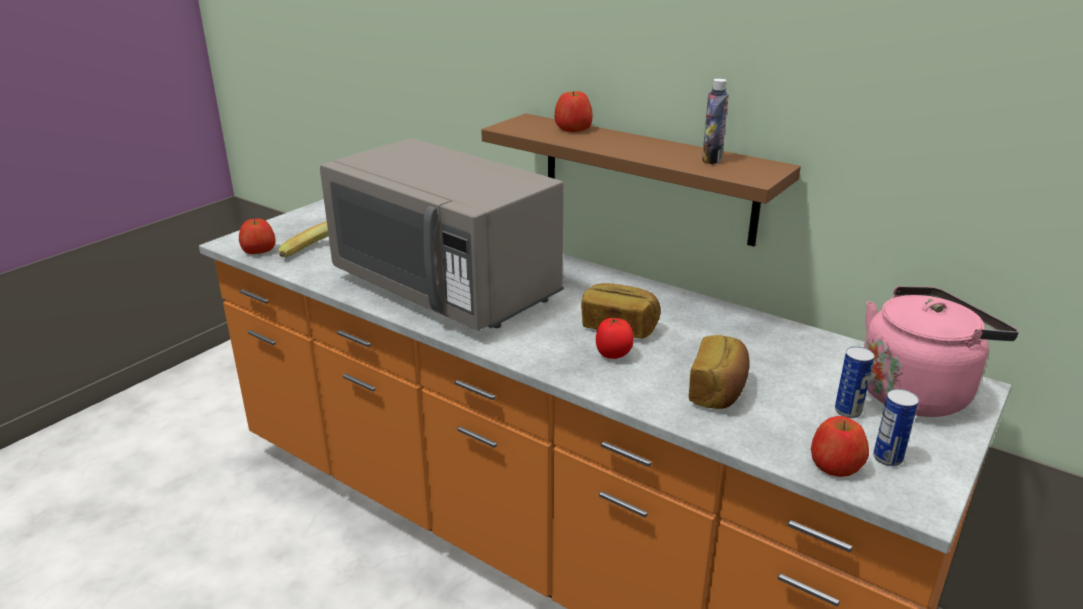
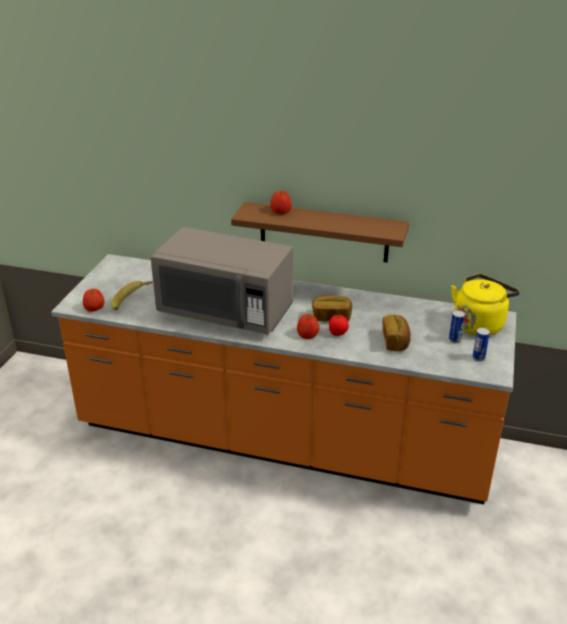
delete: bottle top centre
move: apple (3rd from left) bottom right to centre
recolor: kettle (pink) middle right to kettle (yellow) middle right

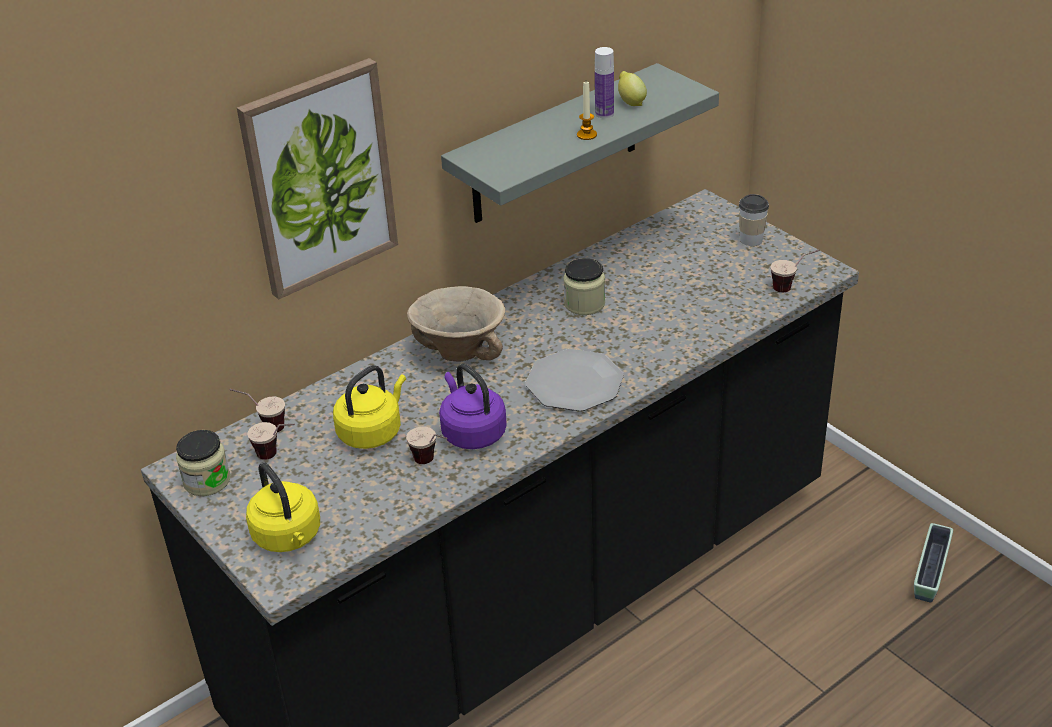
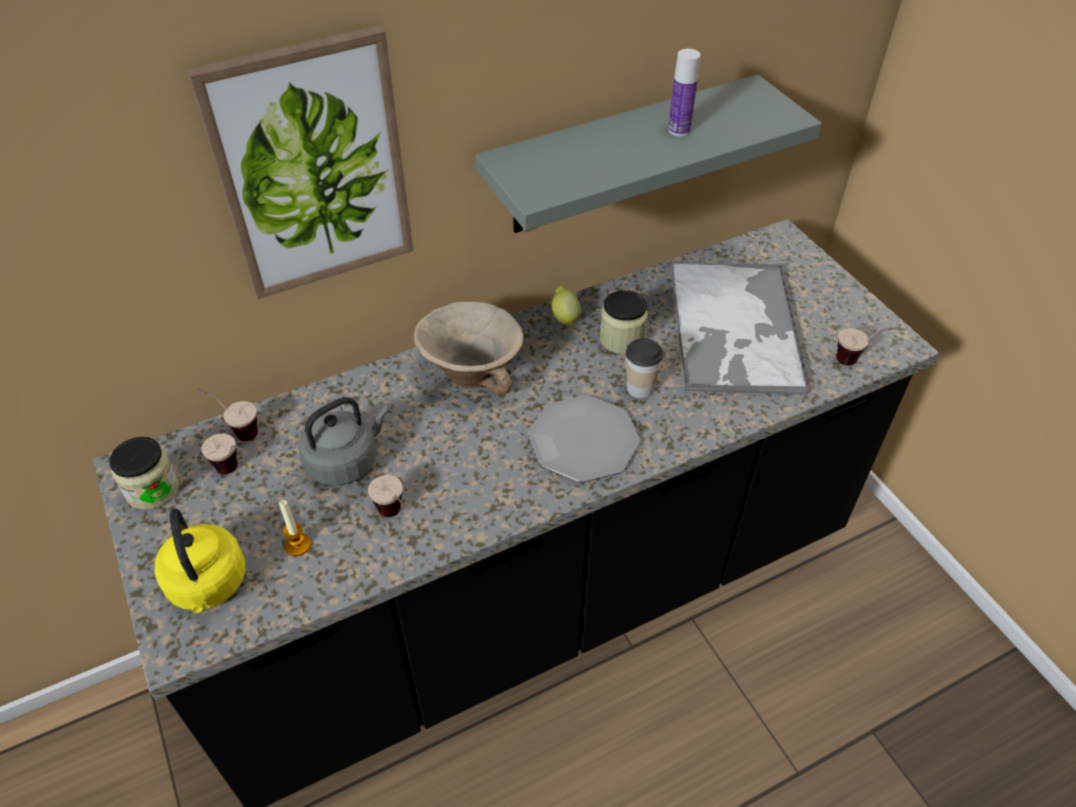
delete: kettle (purple) centre; planter bottom right
insert: tray middle right
move: candle top centre to middle left; lemon top centre to centre; cup (4th from left) top right to centre
recolor: kettle (yellow) (2nd from left) centre to kettle (grey) middle left

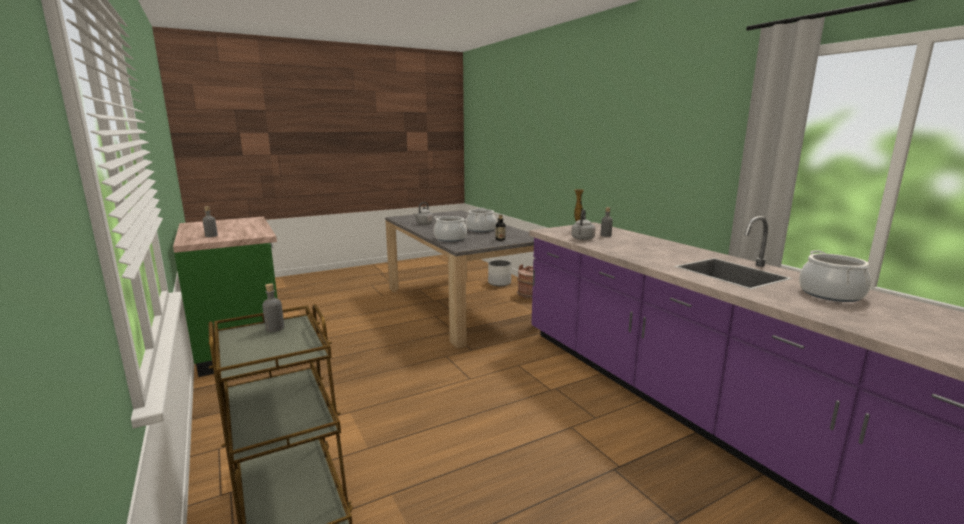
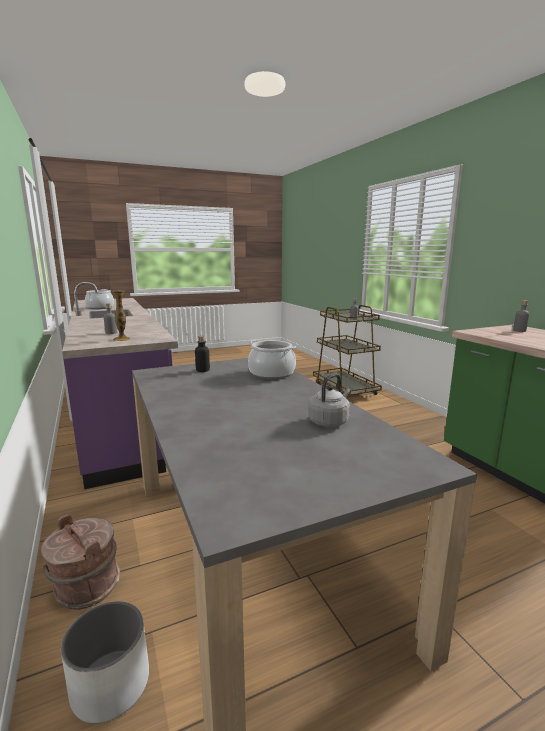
delete: cooking pot (2nd from left) centre; kettle (grey) (2nd from left) centre

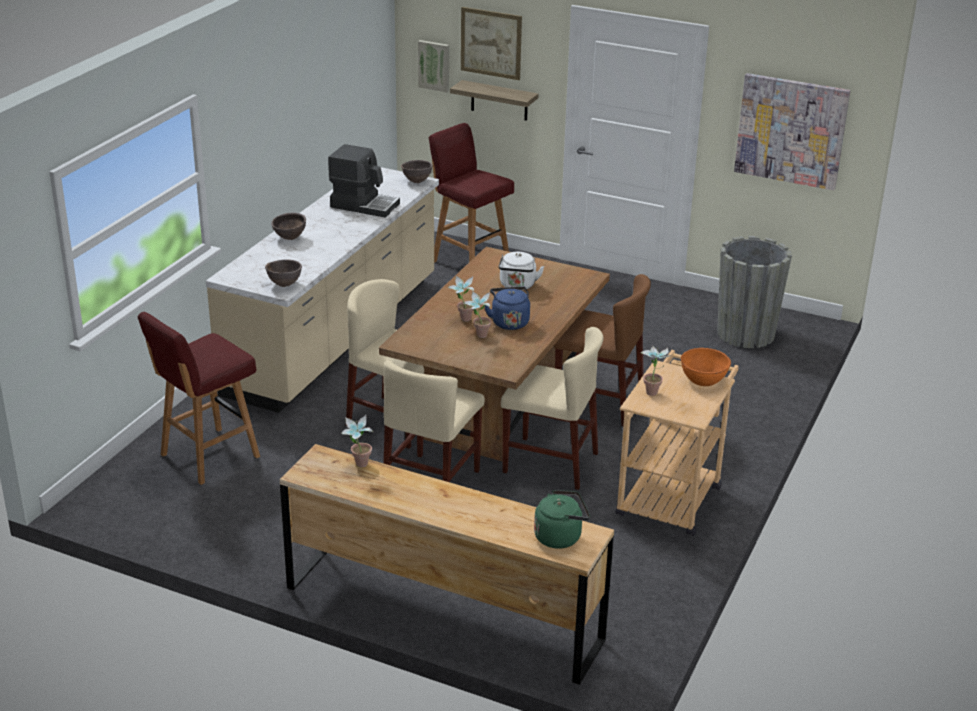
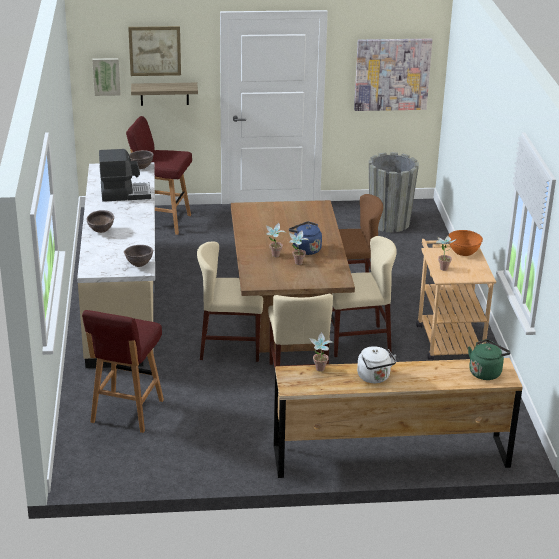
move: kettle (white) centre to middle right

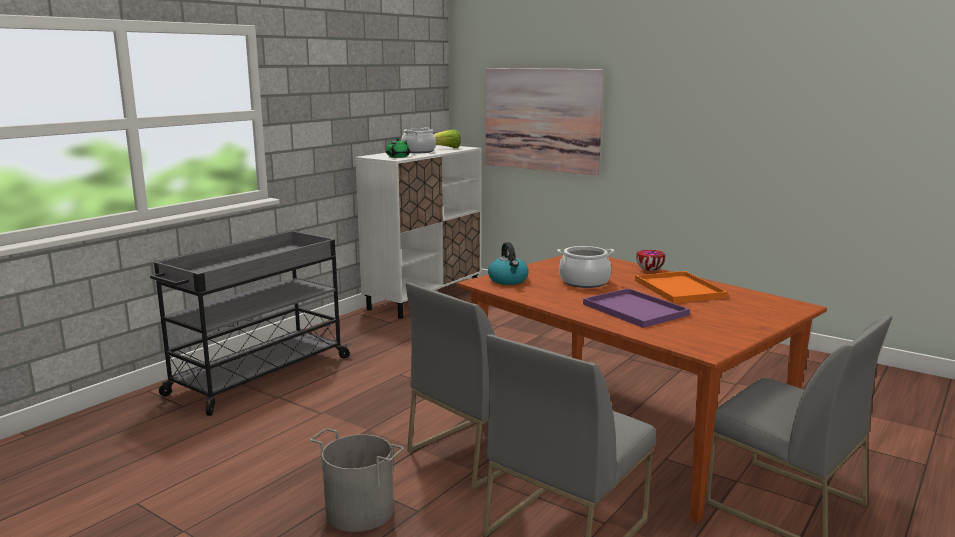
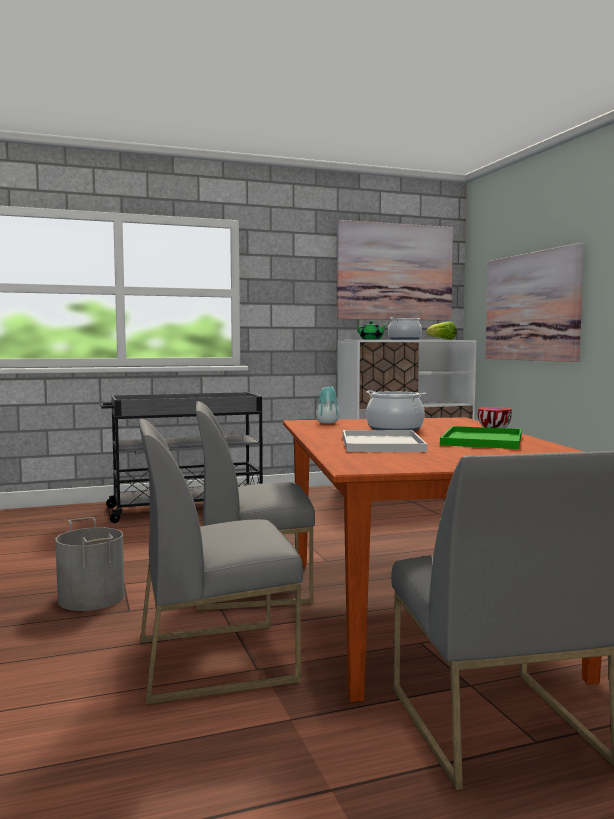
insert: picture (1st from left) top centre
replace: kettle centre to vase centre
recolor: tray (purple) centre to tray (white) centre; tray (orange) middle right to tray (green) middle right

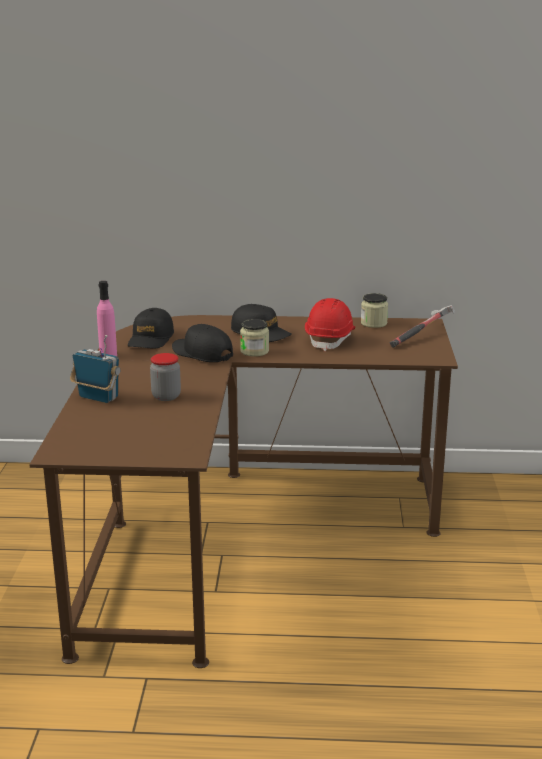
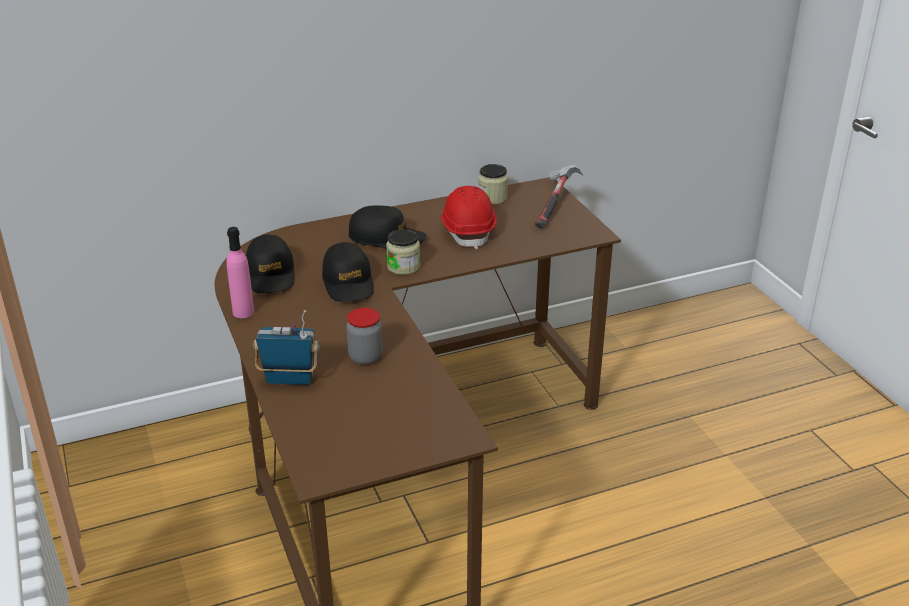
rotate: cap (black) (2nd from left) centre = centre 120 degrees counterclockwise

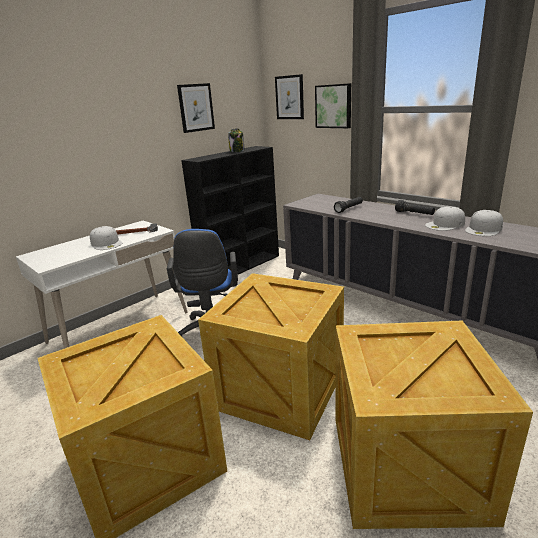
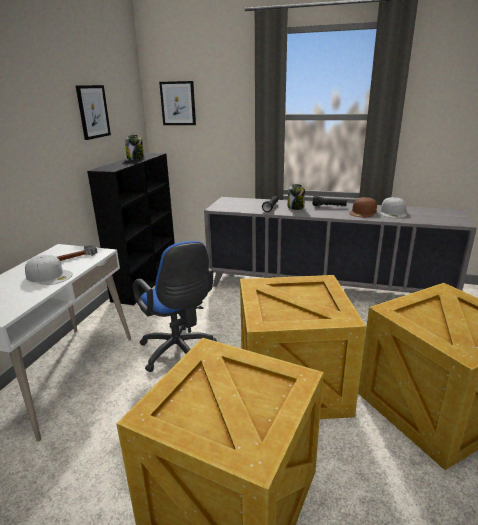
delete: picture (3rd from left) top centre
insert: jar (2nd from left) centre
recolor: cap (white) (2nd from left) middle right to cap (brown) middle right

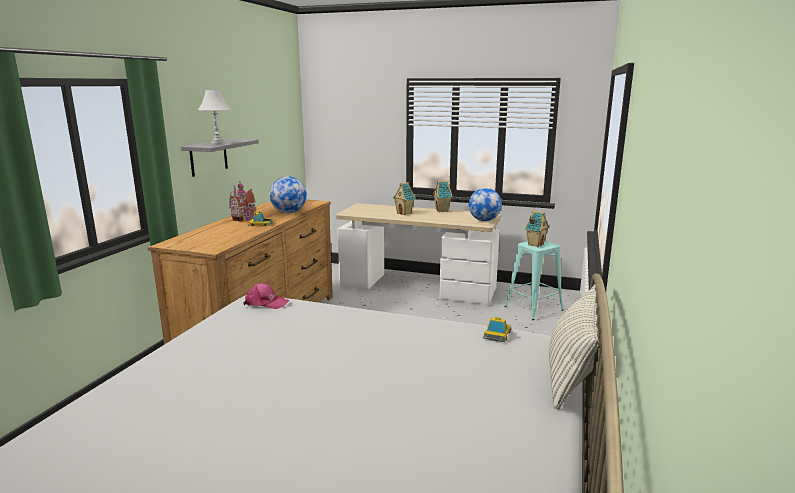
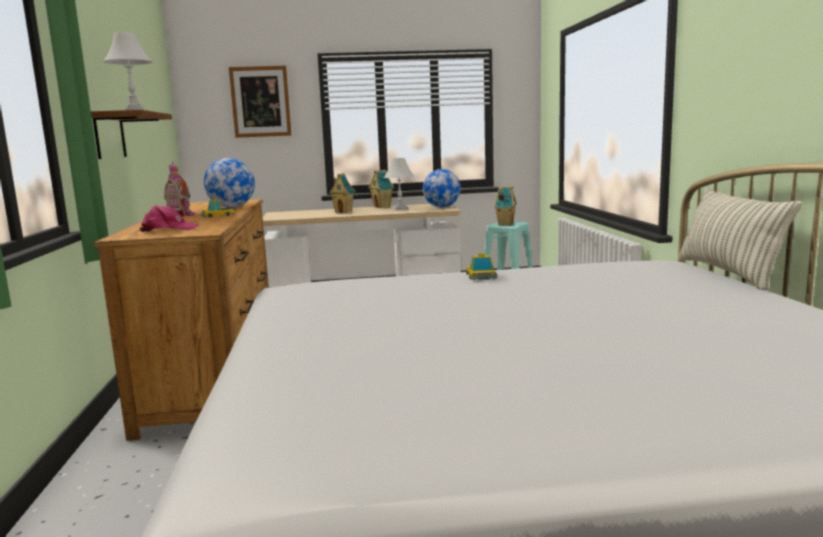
insert: picture top left; table lamp (white) (2nd from left) centre
move: cap (pink) centre to middle left; toy car (2nd from left) bottom centre to centre
recolor: shelf (grey) top left to shelf (brown) top left

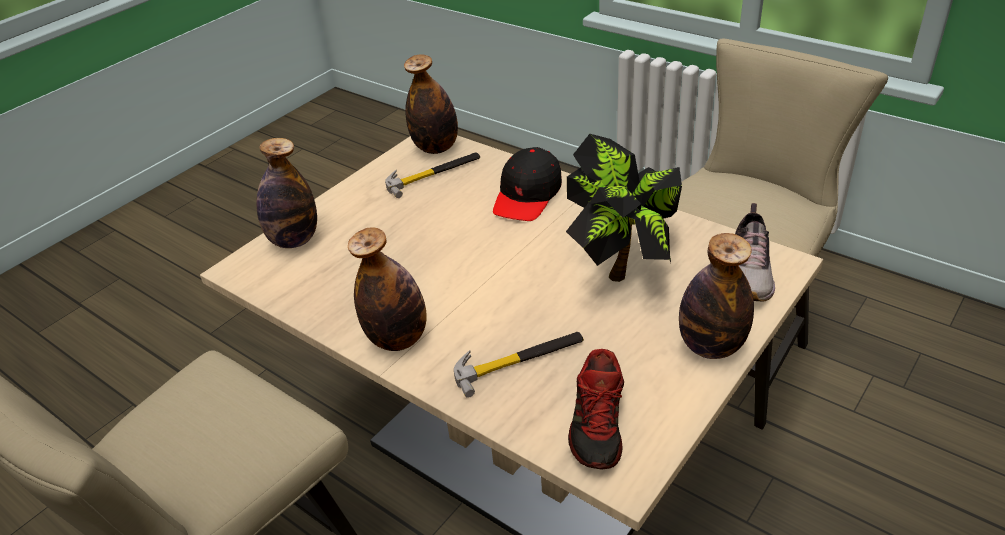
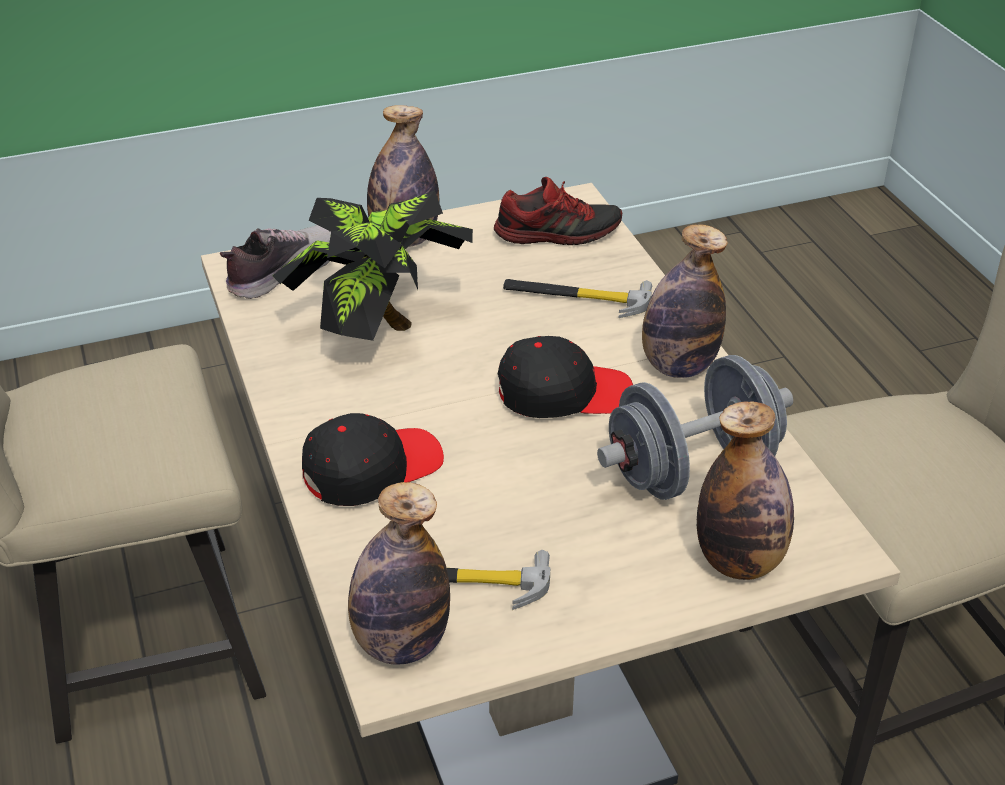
insert: cap (black) (2nd from left) centre; dumbbell (grey) middle right
rotate: shoe (1st from left in the first image) bottom centre = top centre 45 degrees clockwise

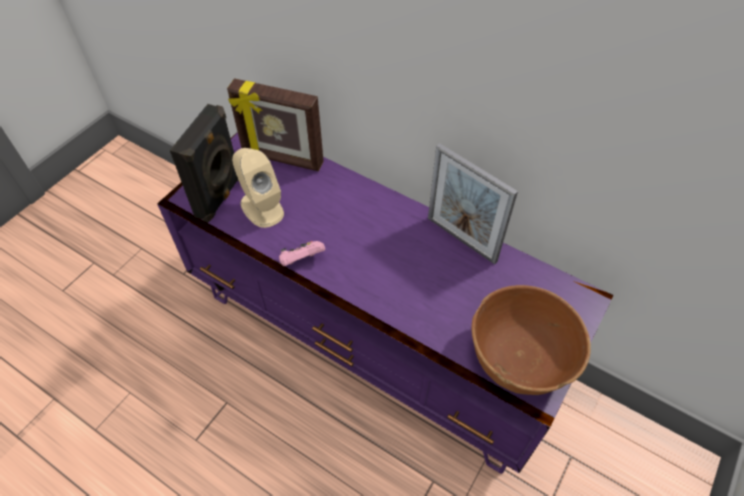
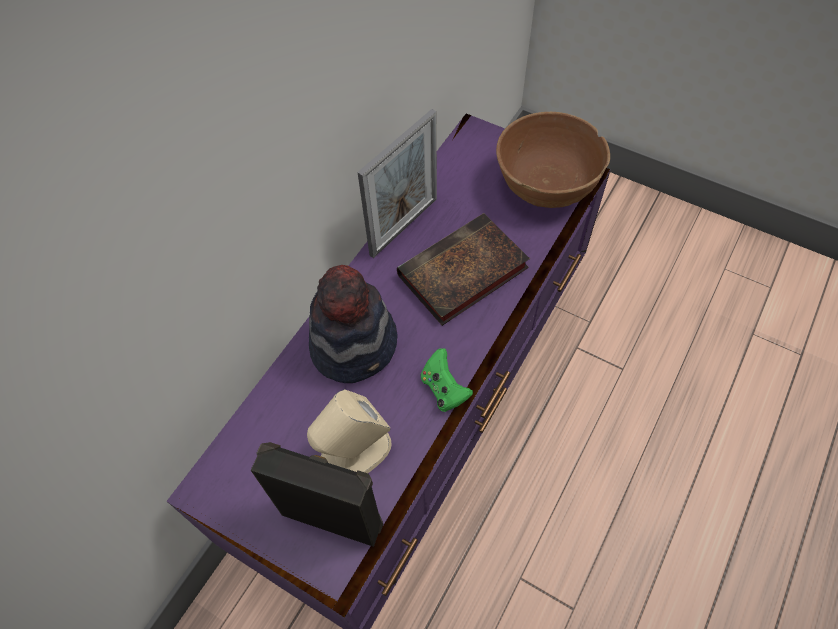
delete: picture frame (1st from left) top centre
insert: hat centre; book centre
recolor: game controller (pink) centre to game controller (green) centre

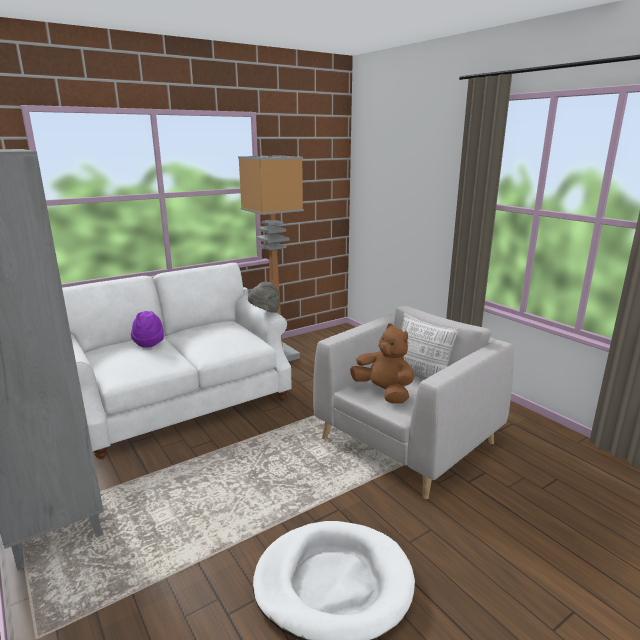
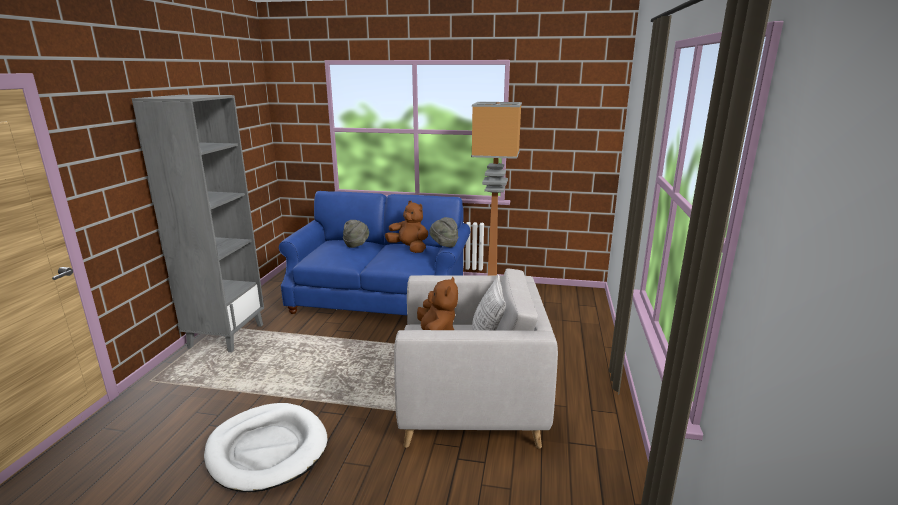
insert: plush toy (brown) (1st from left) centre
recolor: sofa (white) middle left to sofa (blue) centre; hat (purple) middle left to hat (grey) (1st from left) centre

